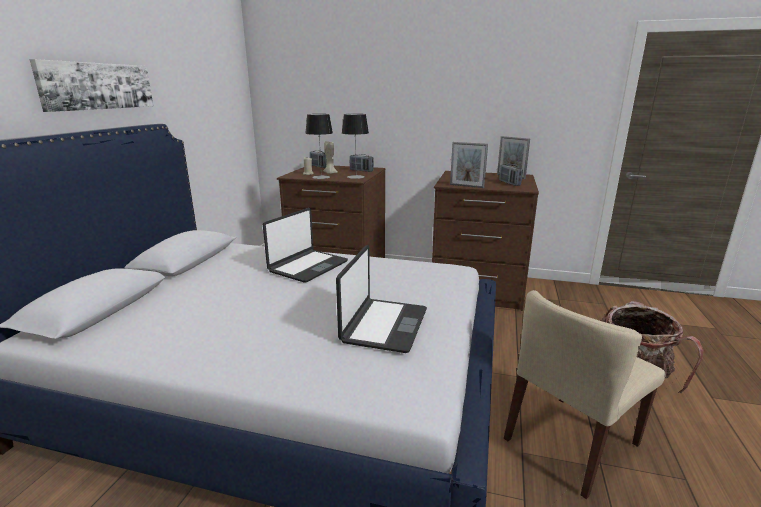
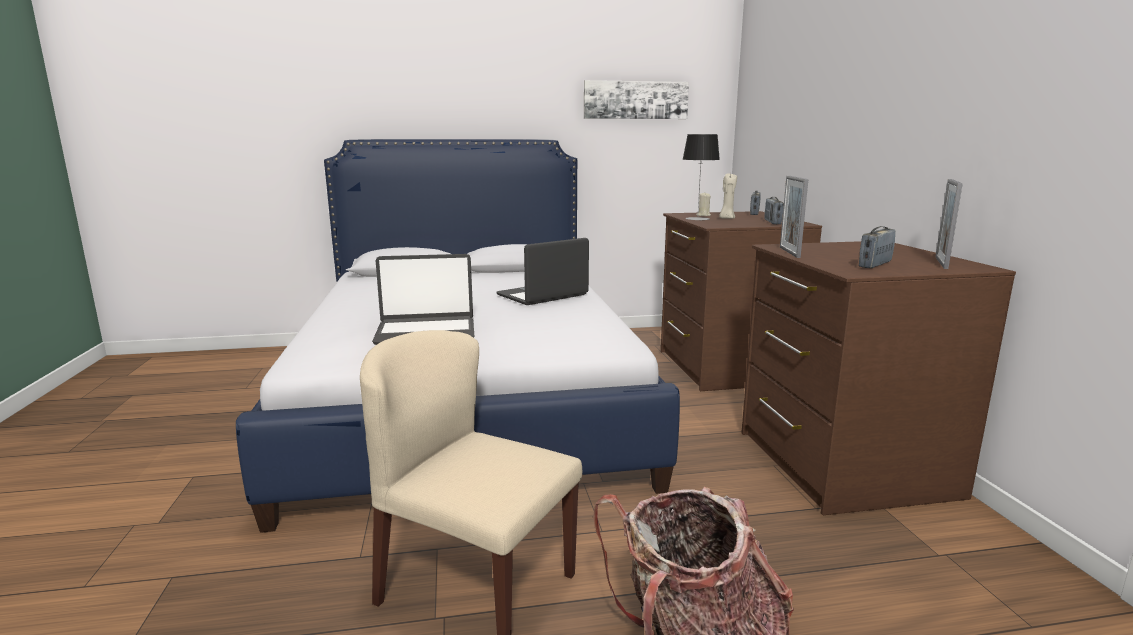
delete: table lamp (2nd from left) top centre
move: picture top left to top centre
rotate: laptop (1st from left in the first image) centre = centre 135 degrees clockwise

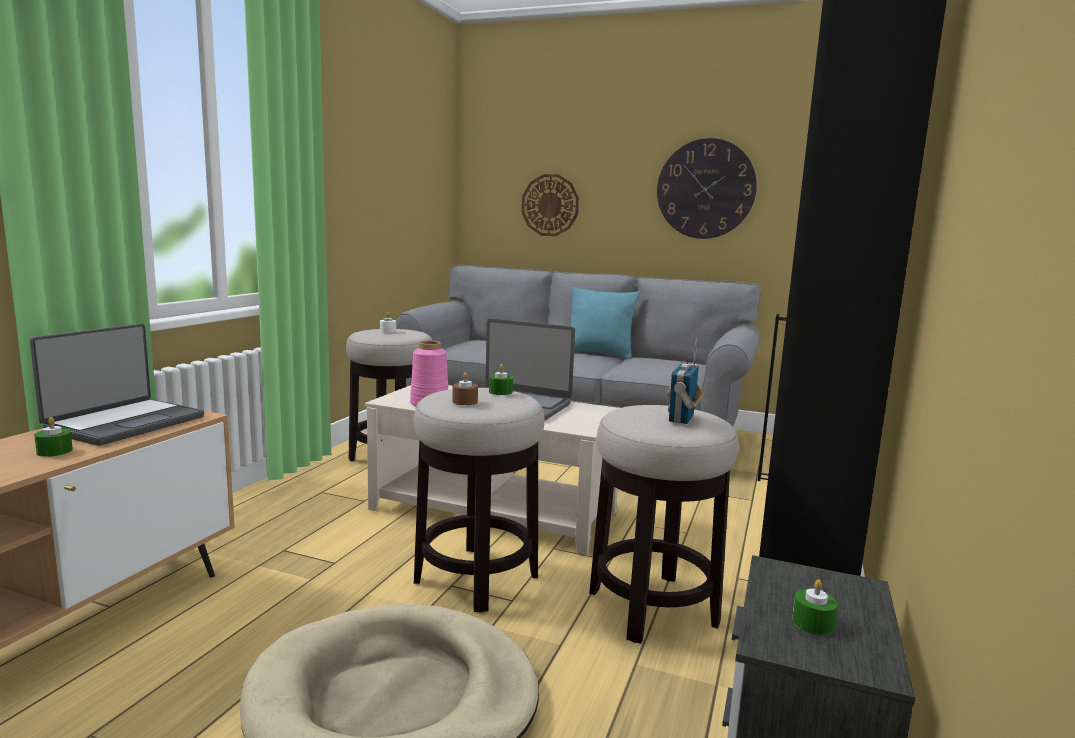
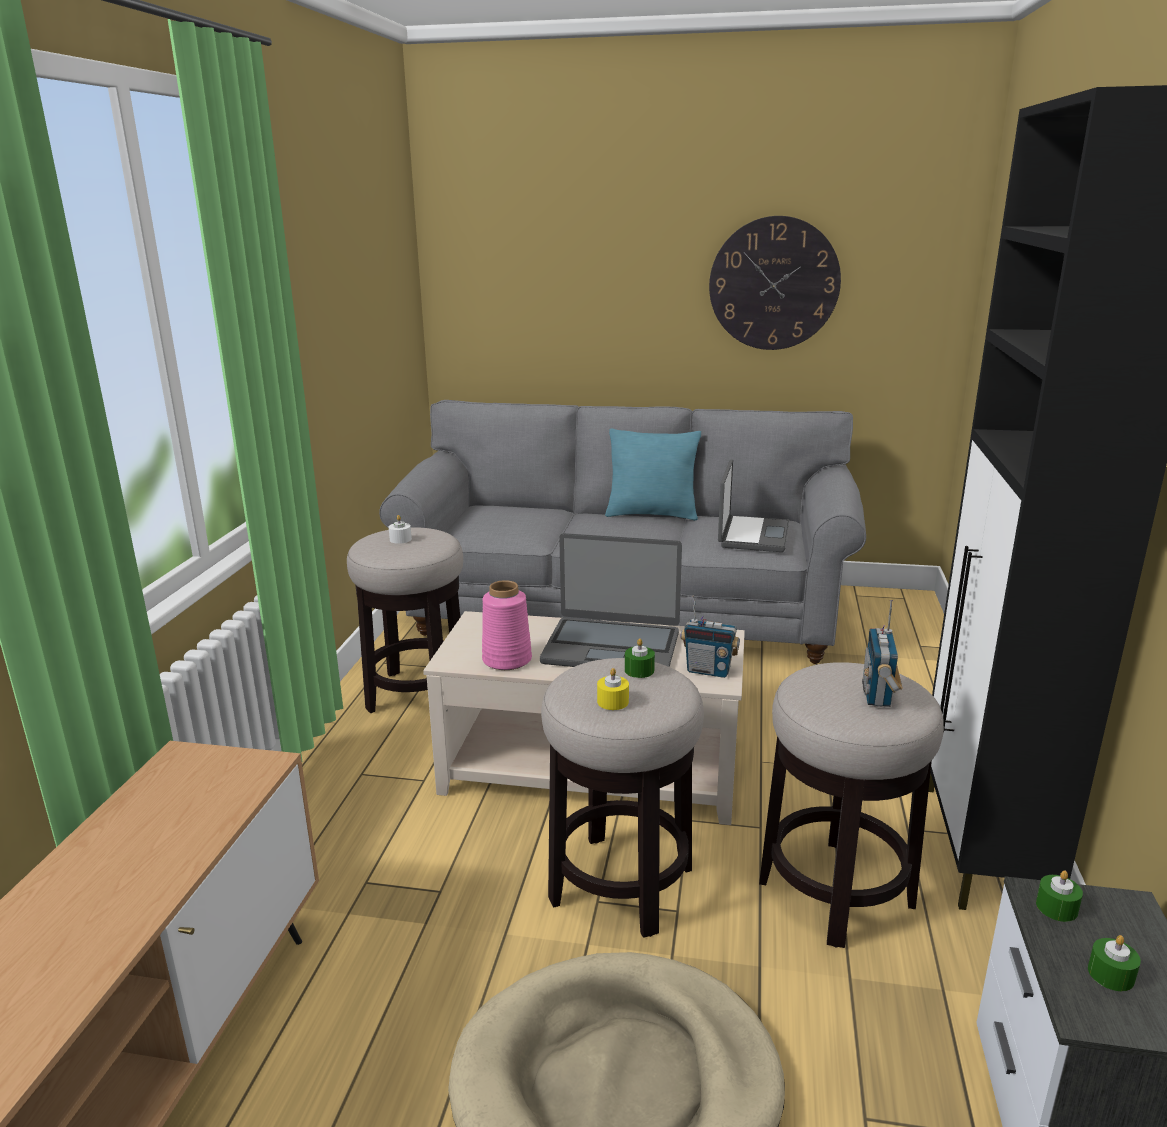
delete: wall clock (1st from left) top centre
insert: radio (1st from left) centre
move: laptop (1st from left in the first image) middle left to laptop (2nd from left) centre; candle (green) (1st from left in the first image) middle left to candle (green) (2nd from left) bottom right
recolor: candle (brown) centre to candle (yellow) centre

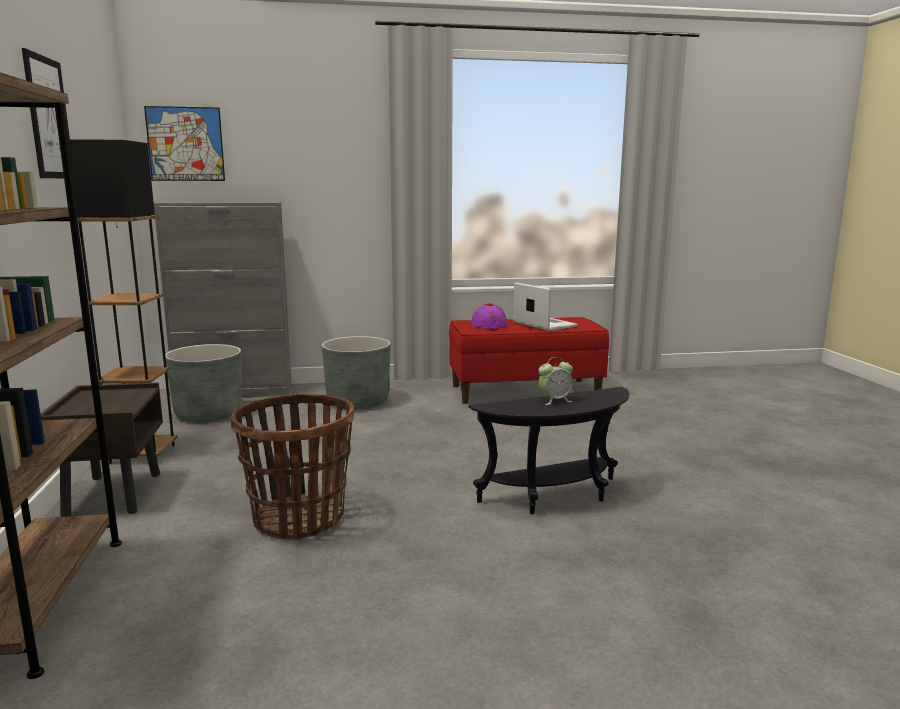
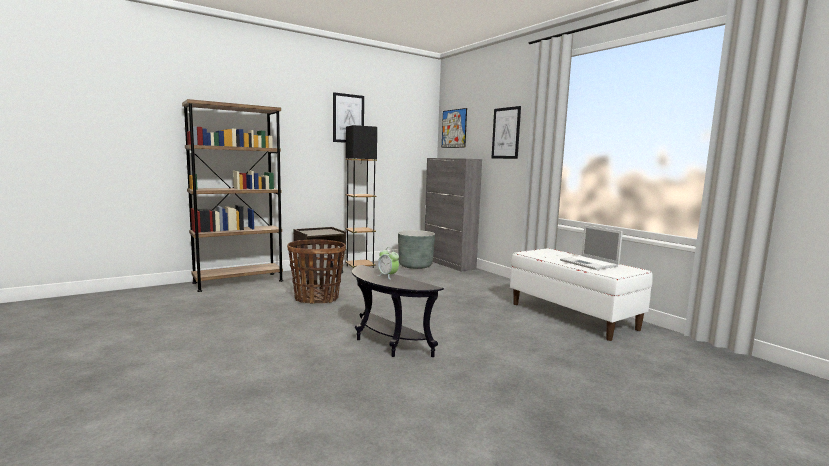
delete: planter (grey) (2nd from left) centre; hat (purple) centre
insert: picture (3rd from left) top centre
recolor: bench (red) centre to bench (white) middle right
rotate: laptop centre = middle right 120 degrees clockwise

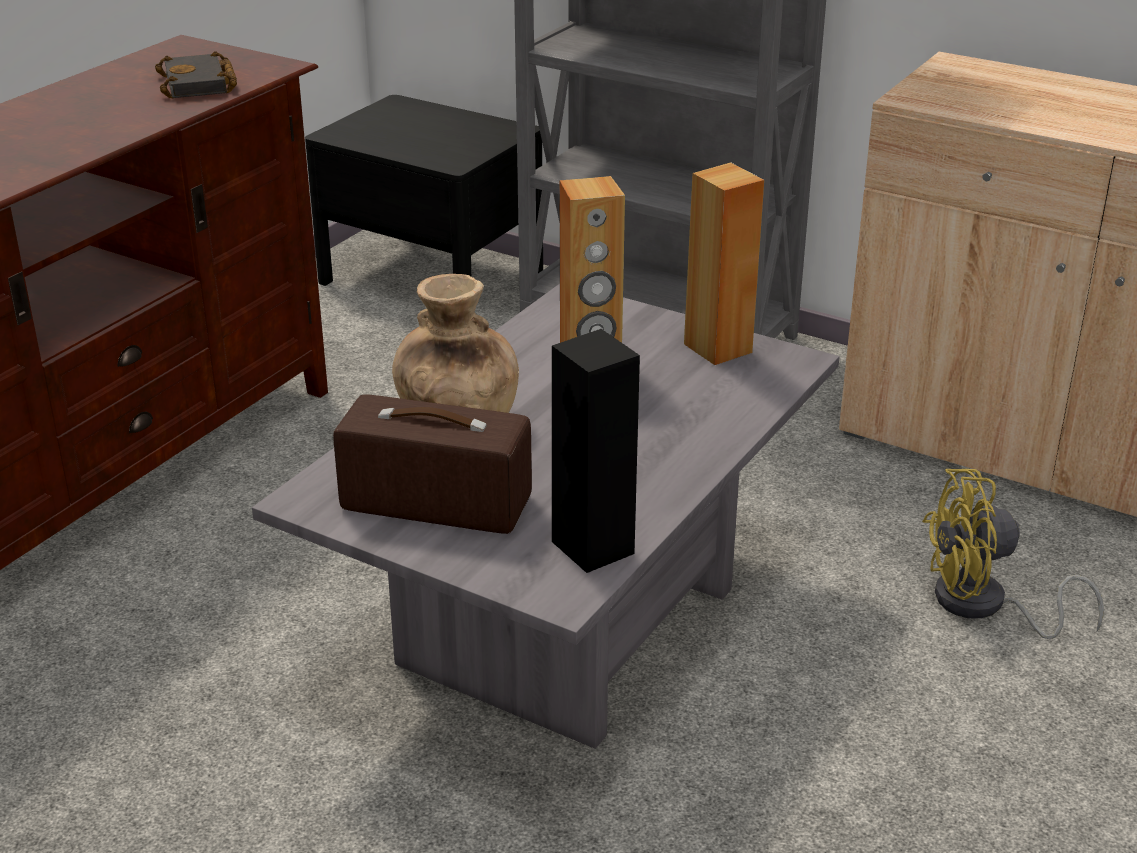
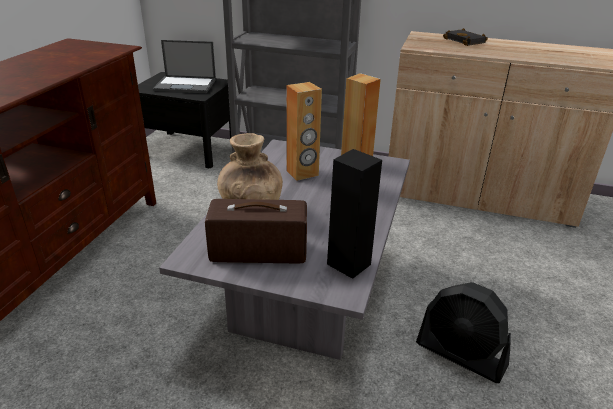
delete: fan (yellow) middle right
insert: laptop top left; fan (black) bottom right
move: book (black) top left to top right

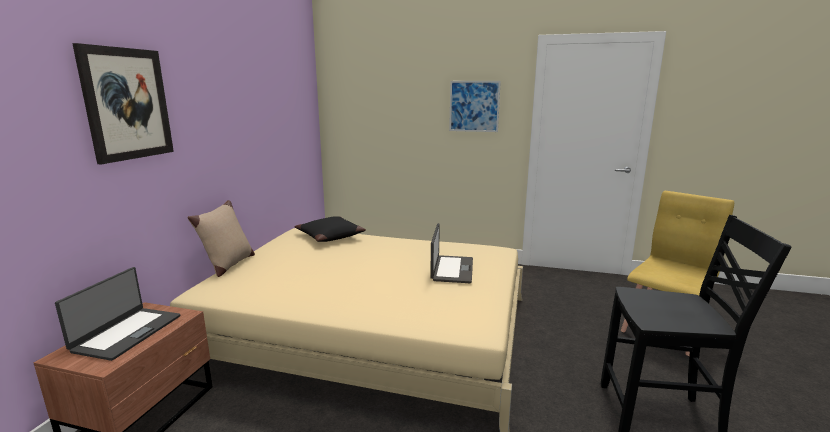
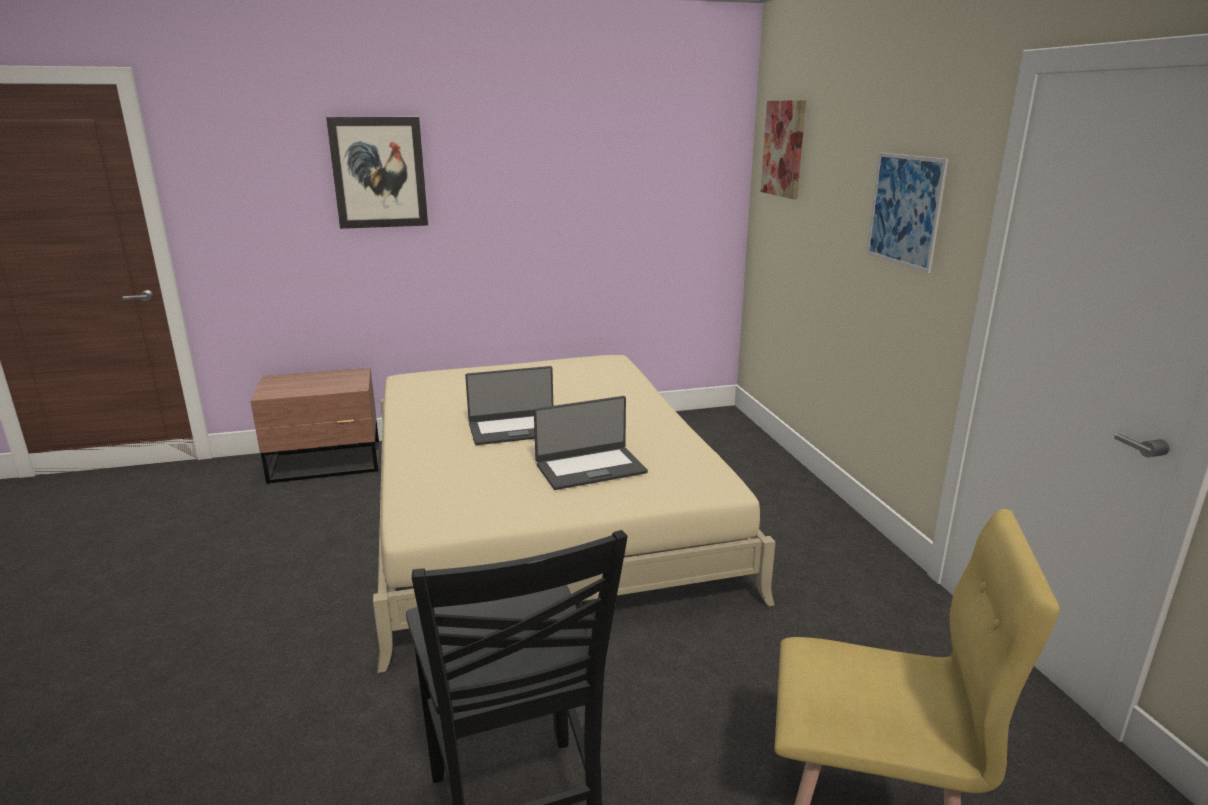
delete: pillow (beige) middle left; pillow (black) centre
insert: picture (2nd from left) top centre
move: laptop (1st from left) bottom left to centre

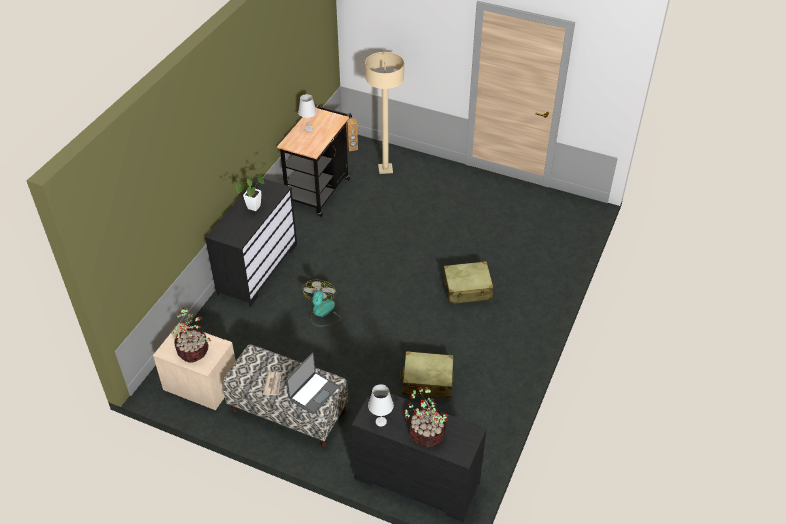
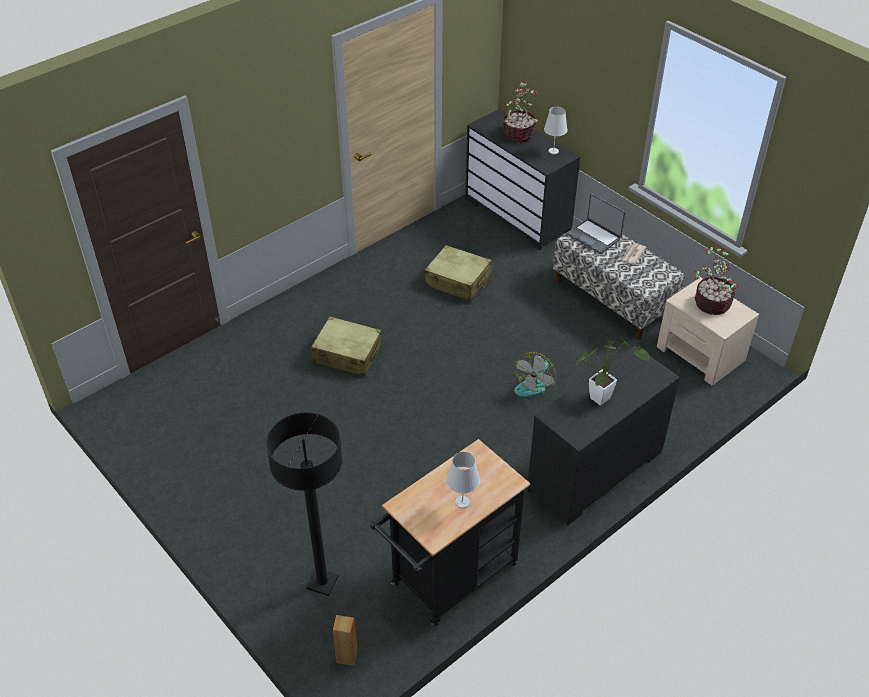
recolor: floor lamp (beige) top centre to floor lamp (black) bottom centre
rotate: laptop bottom centre = top right 105 degrees counterclockwise

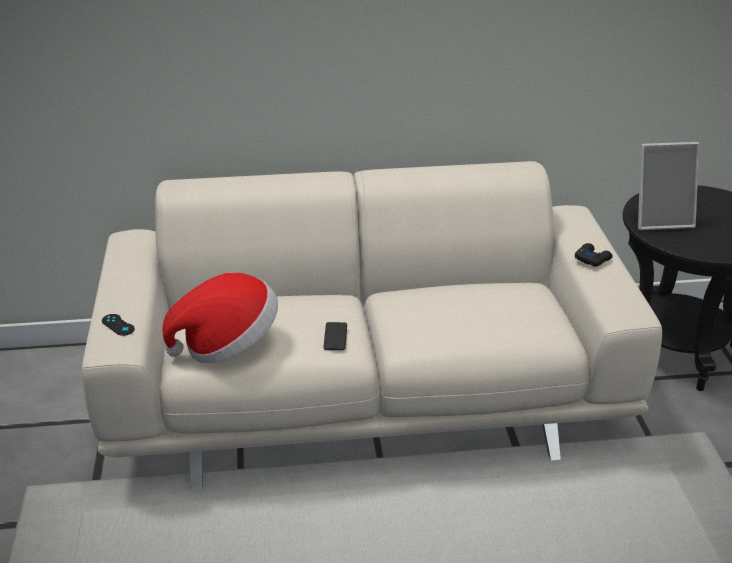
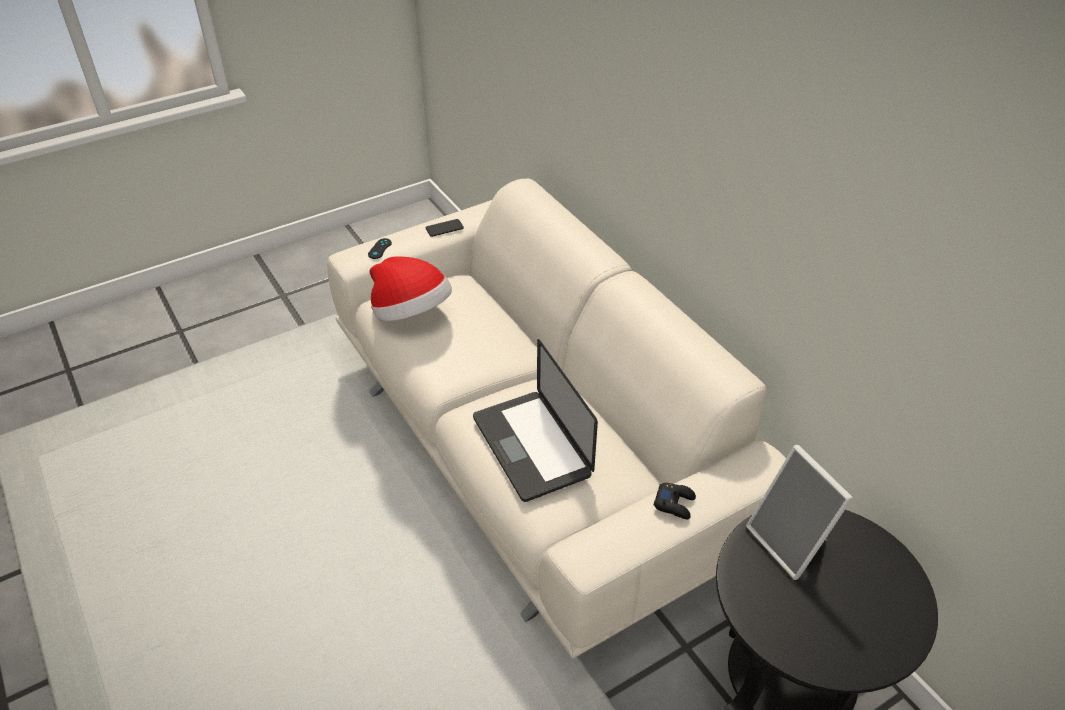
insert: laptop centre
move: phone centre to top centre

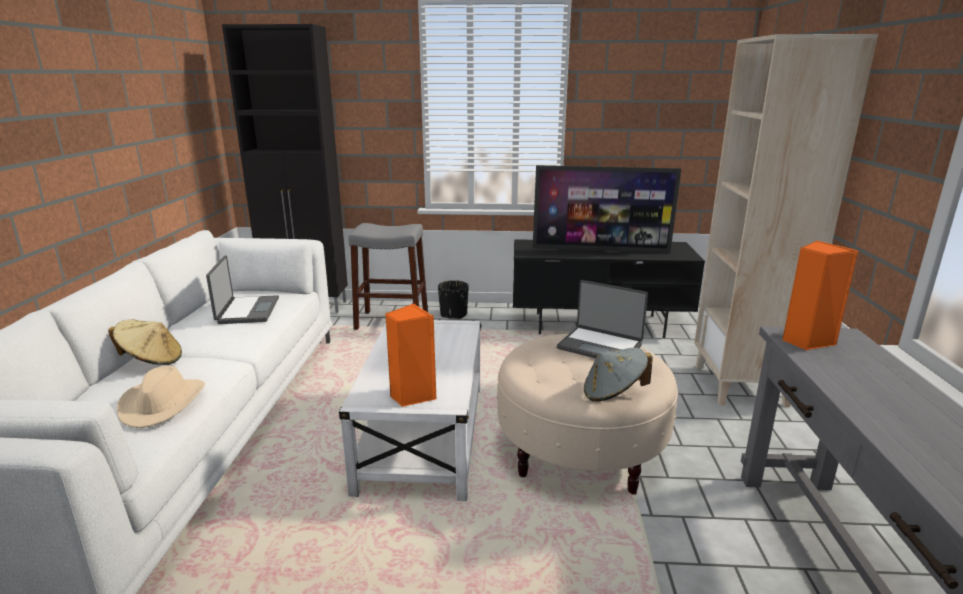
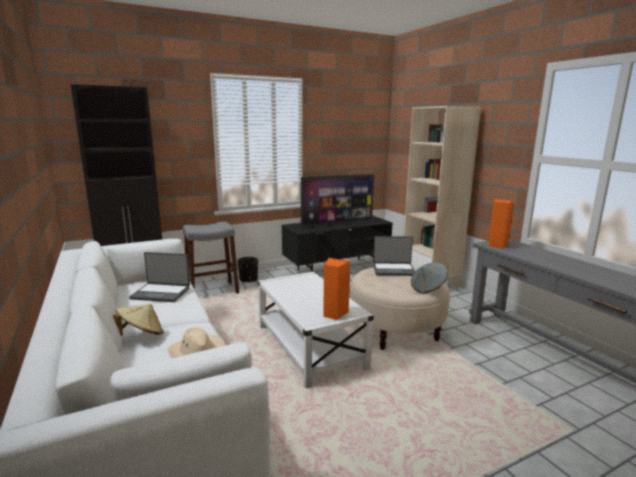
rotate: laptop (1st from left) middle left = middle left 135 degrees clockwise

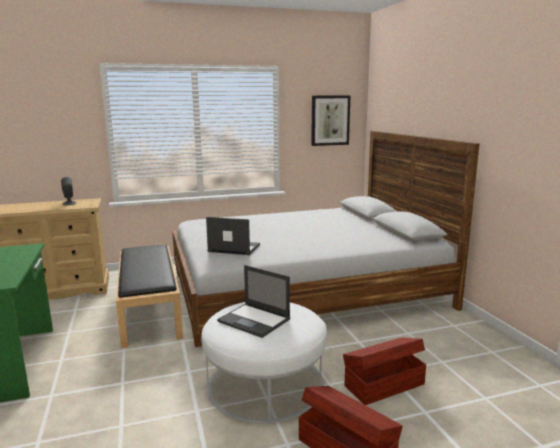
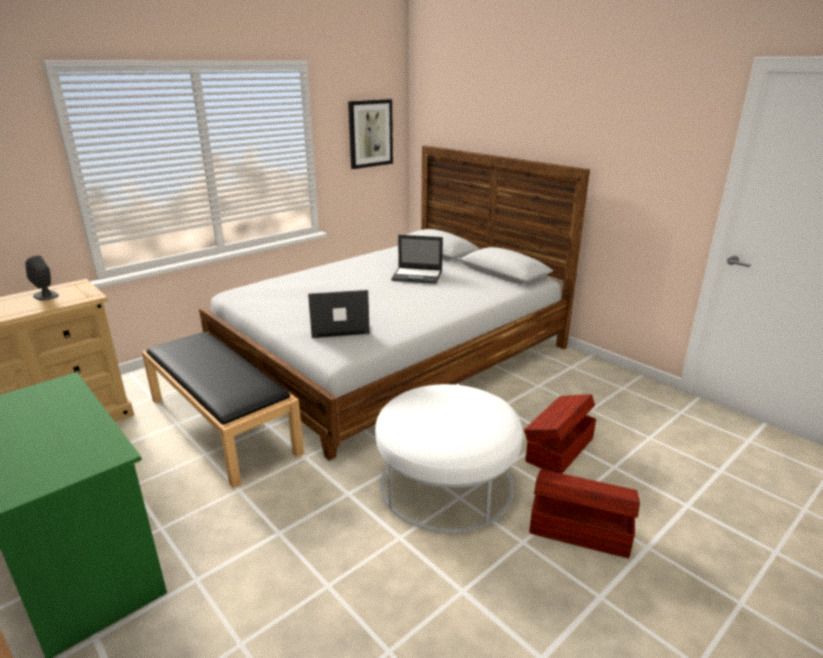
move: laptop (2nd from left) bottom centre to centre

